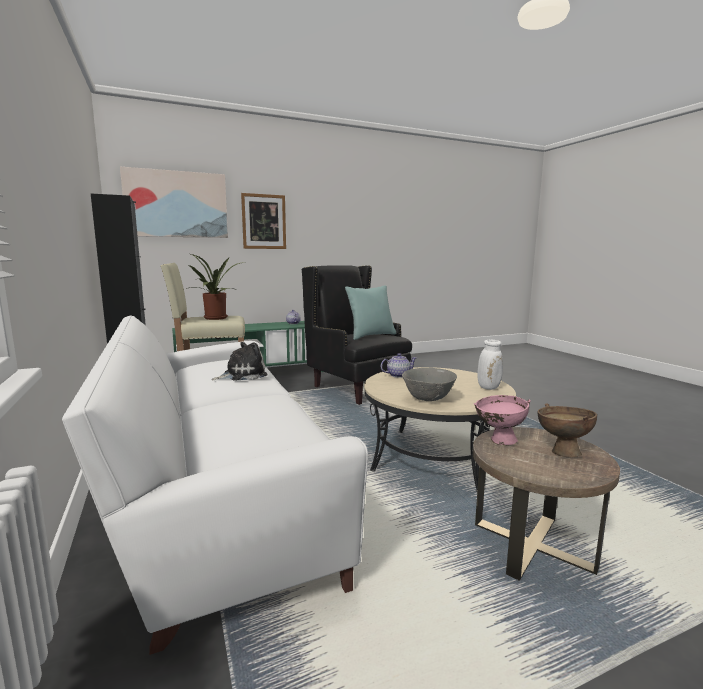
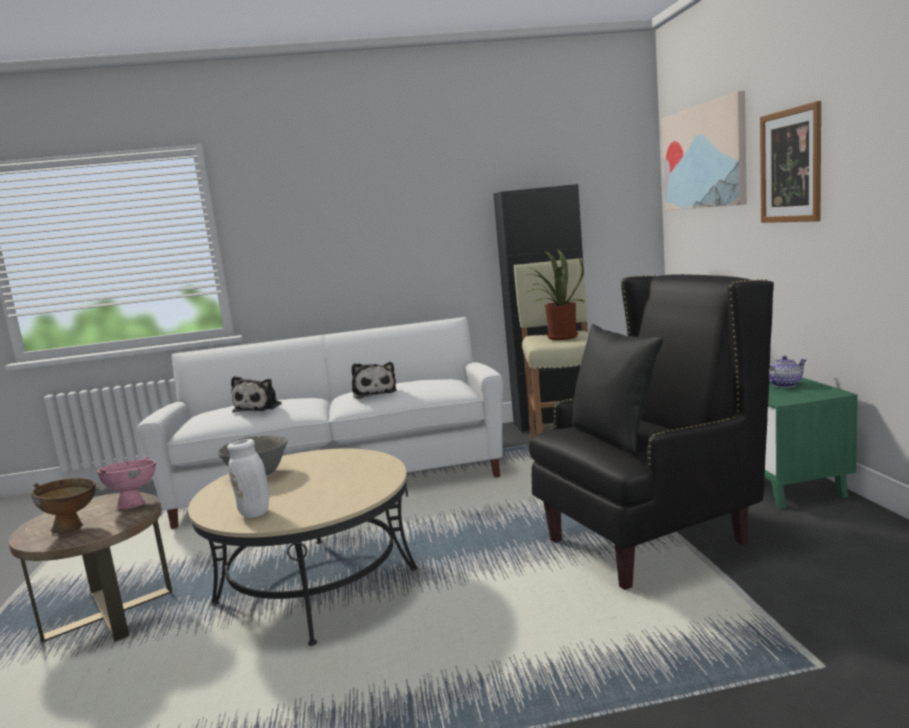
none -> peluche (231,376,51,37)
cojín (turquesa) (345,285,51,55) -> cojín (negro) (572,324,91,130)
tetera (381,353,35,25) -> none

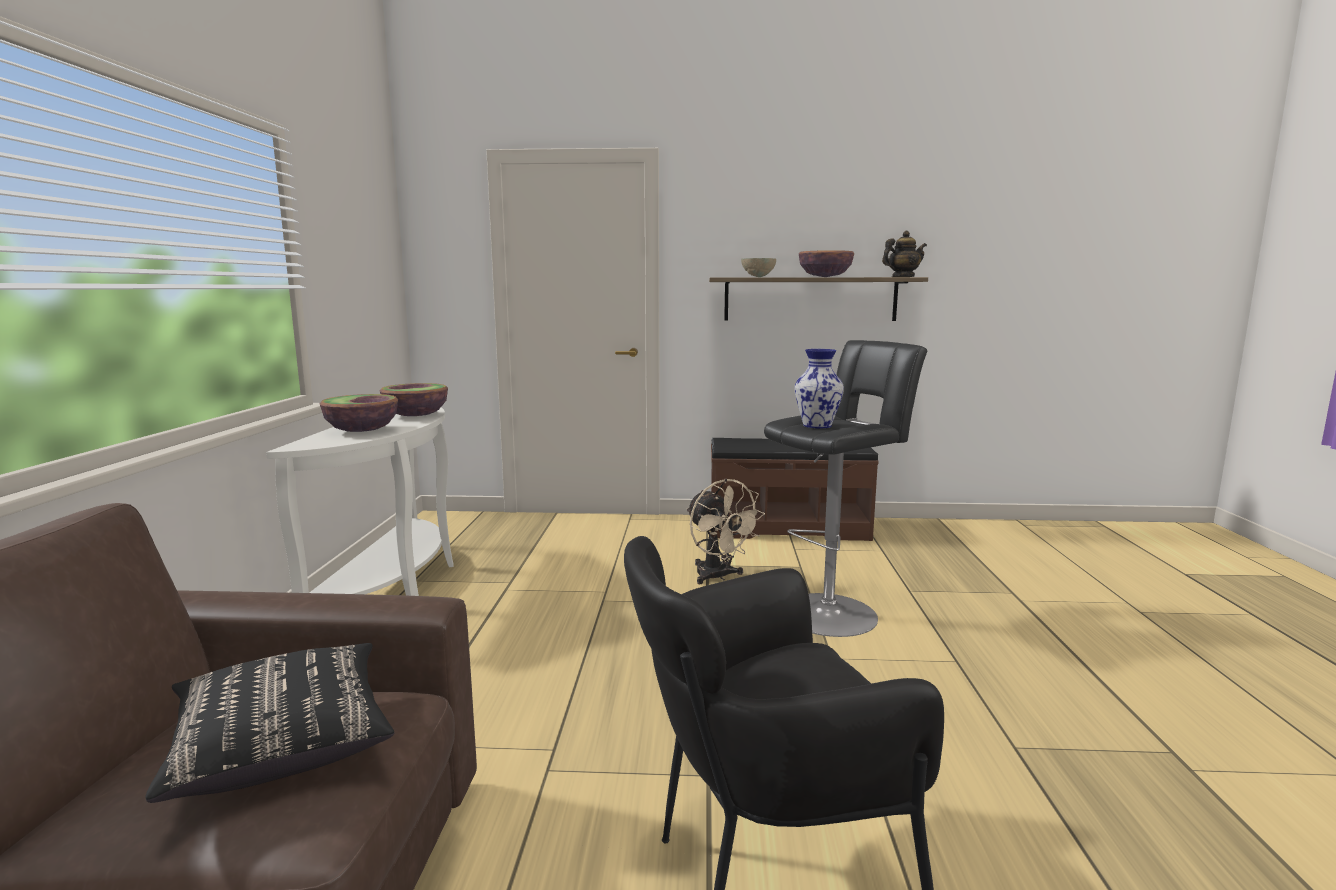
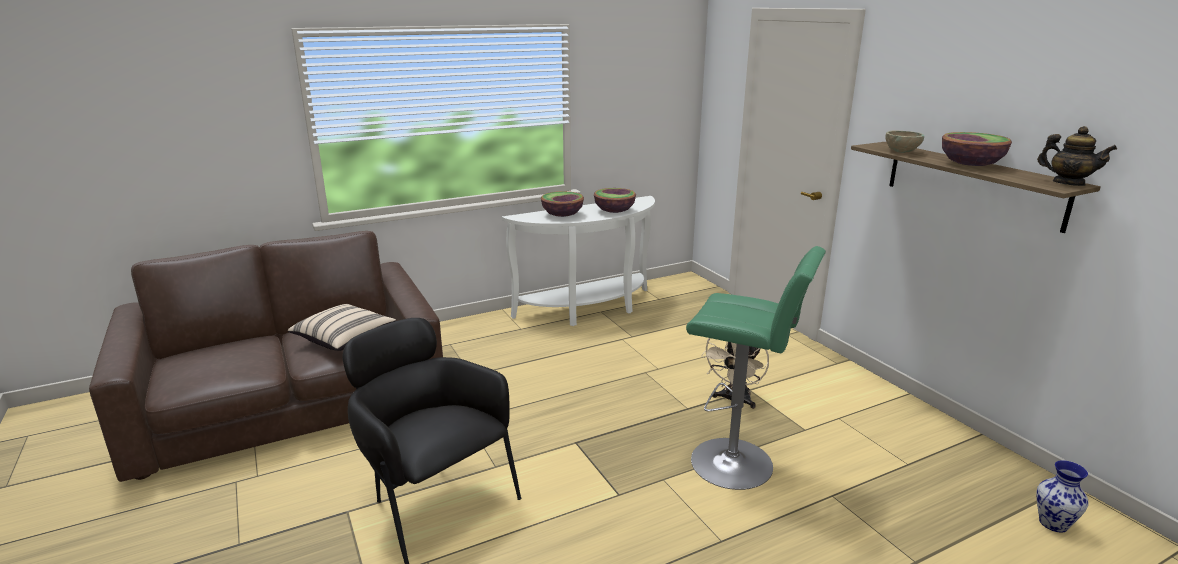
cojín (negro) (145,643,249,160) -> cojín (beis) (288,304,108,47)
taburete (negro) (764,340,164,297) -> taburete (verde) (686,246,140,244)
florero (795,349,49,79) -> florero (1036,460,52,73), relocated
banco (marrón) (711,438,168,103) -> none

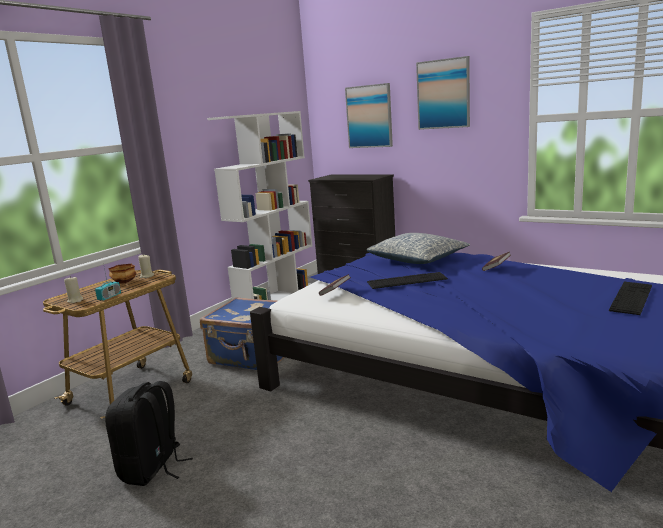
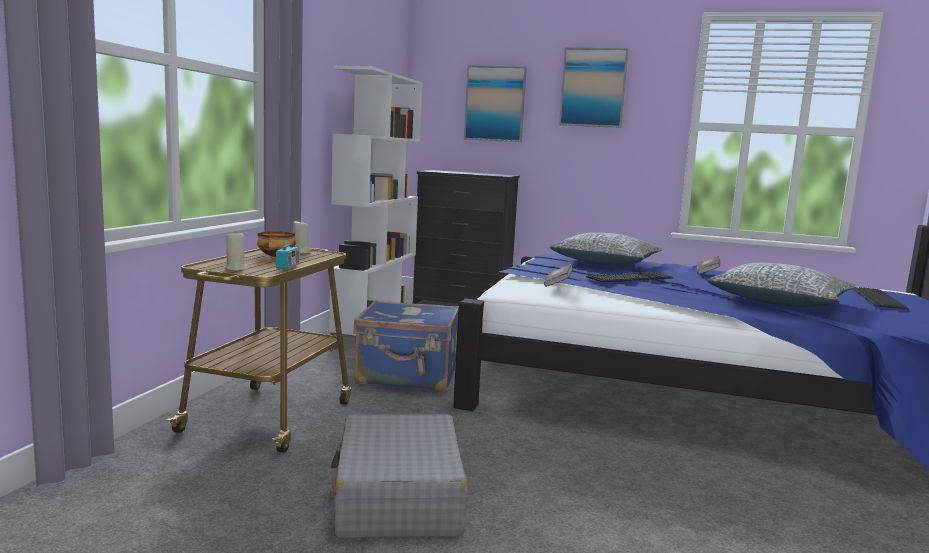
mochila (negro) (105,381,88,105) -> maleta (gris) (330,414,138,124)
none -> cojín (708,263,148,44)

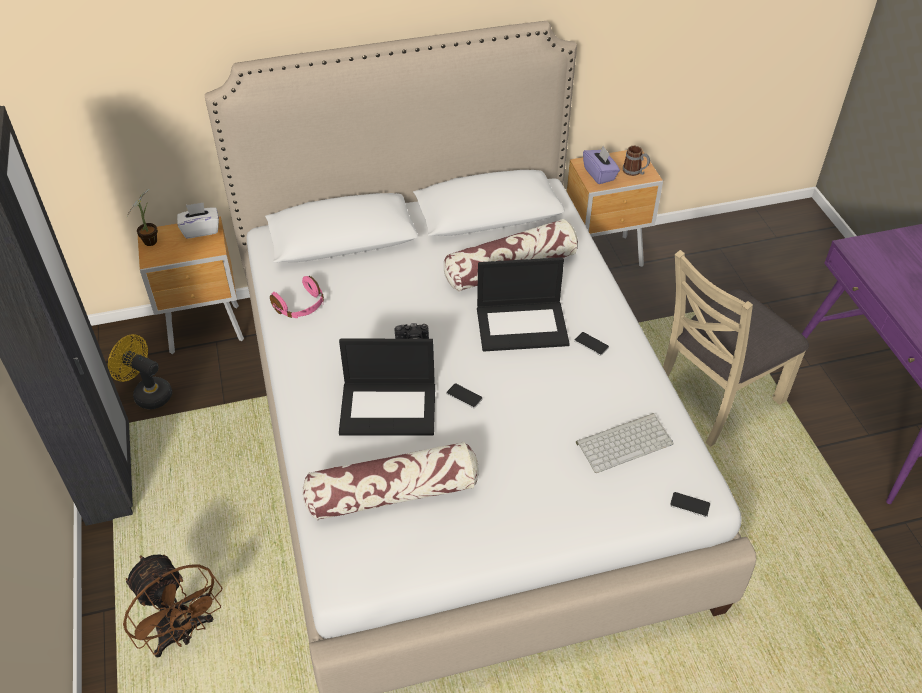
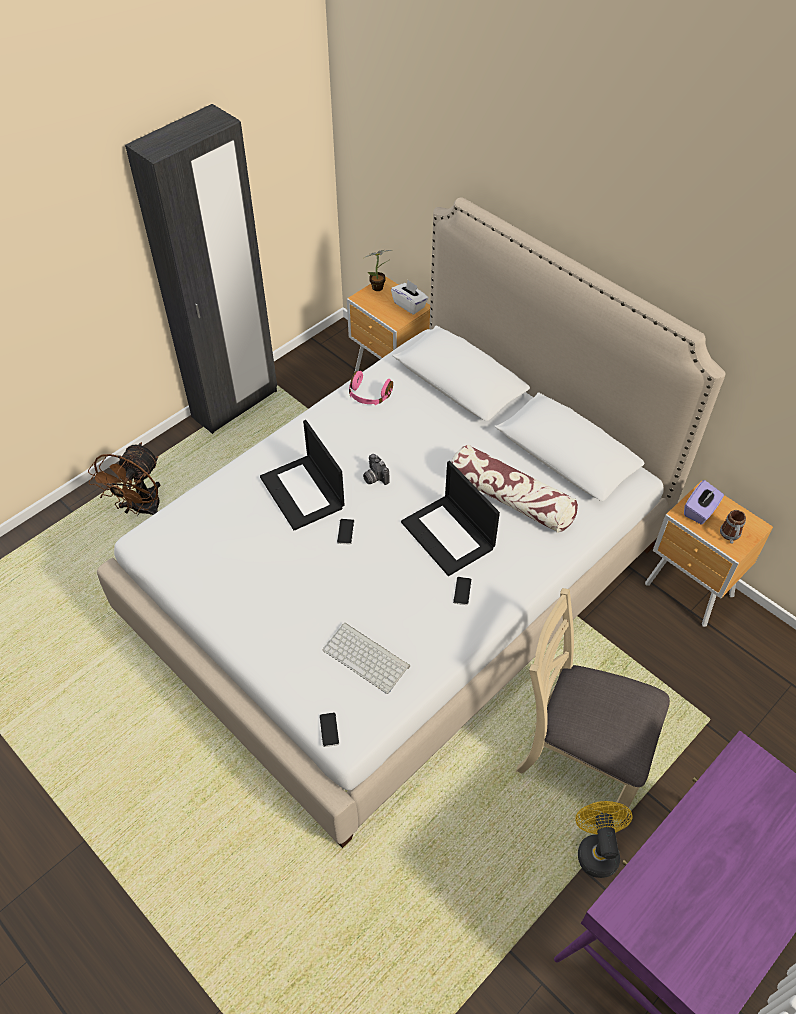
ventilador (amarillo) (108,334,64,76) -> ventilador (amarillo) (575,801,57,77), relocated
cojín (303,442,176,79) -> none

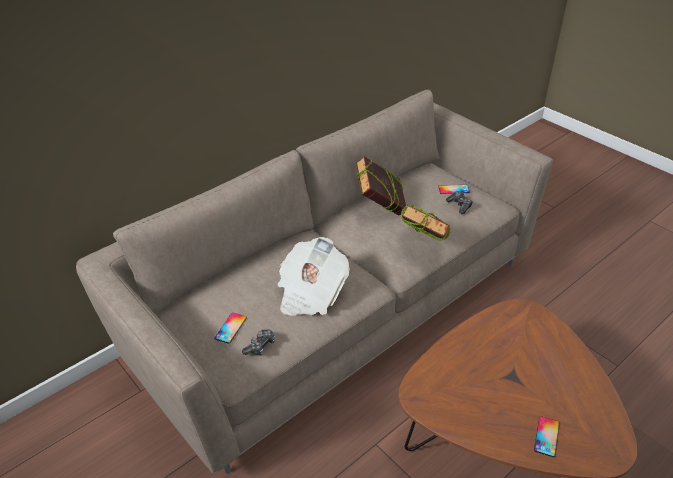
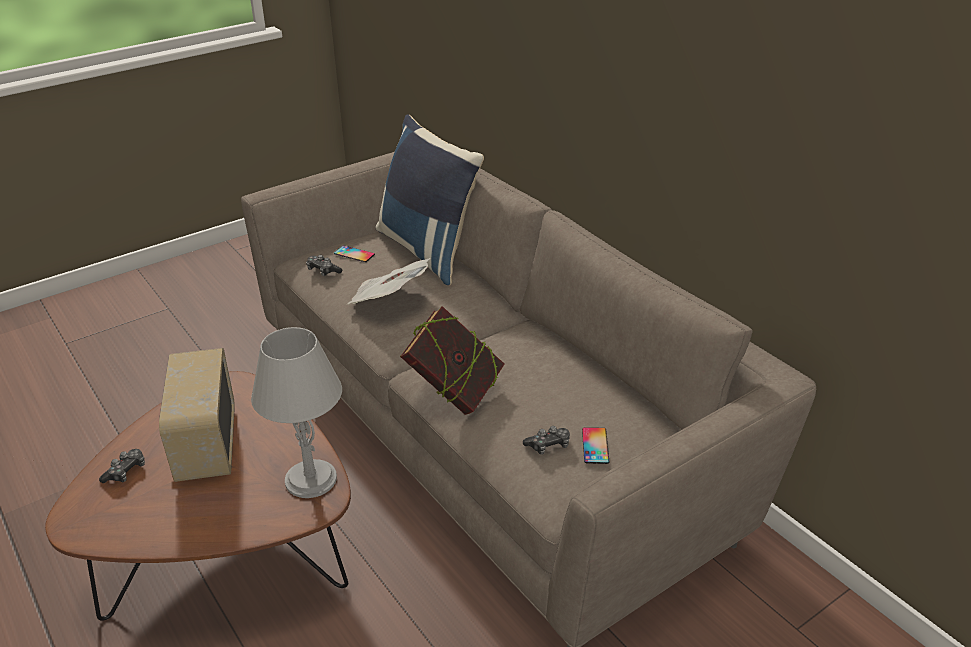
móvil (534,416,26,41) -> mando de consola (99,449,46,34)
none -> radio (159,348,76,134)
none -> lámpara de mesa (gris) (251,327,91,171)
none -> cojín (azul) (376,114,108,171)
libro (356,156,50,60) -> none

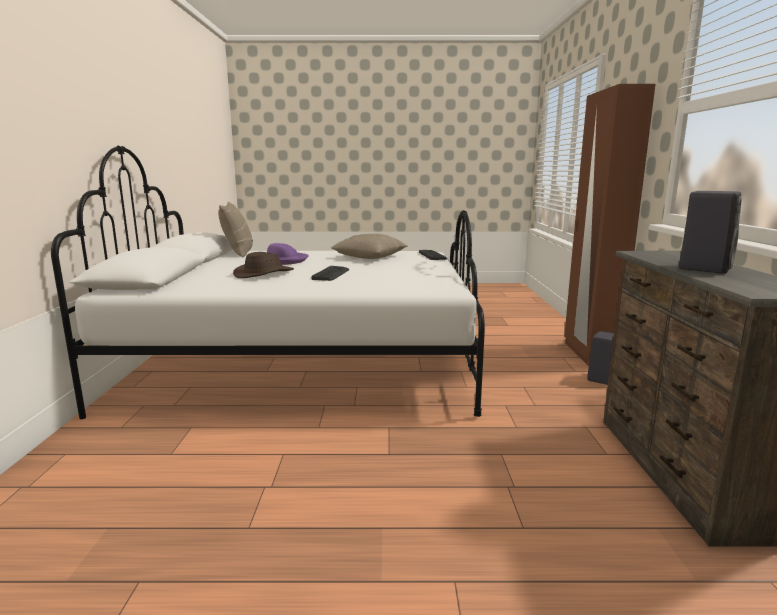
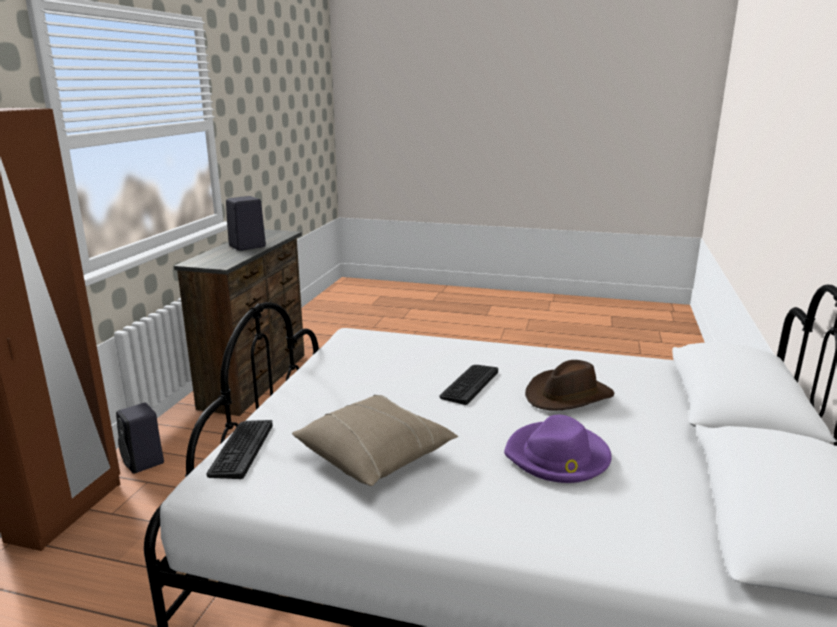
cojín (beis) (218,202,35,56) -> none

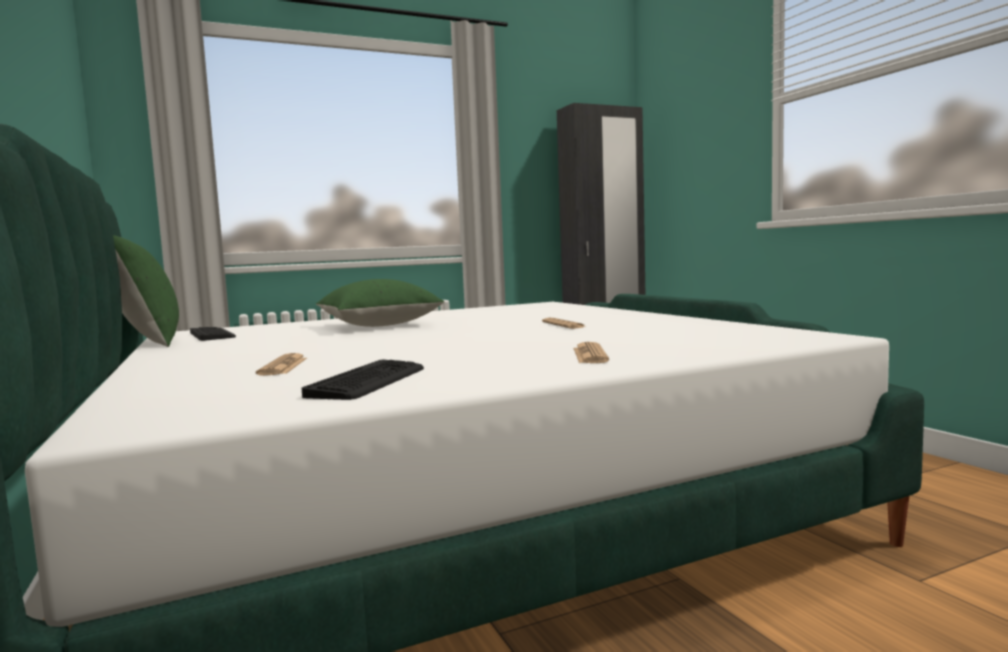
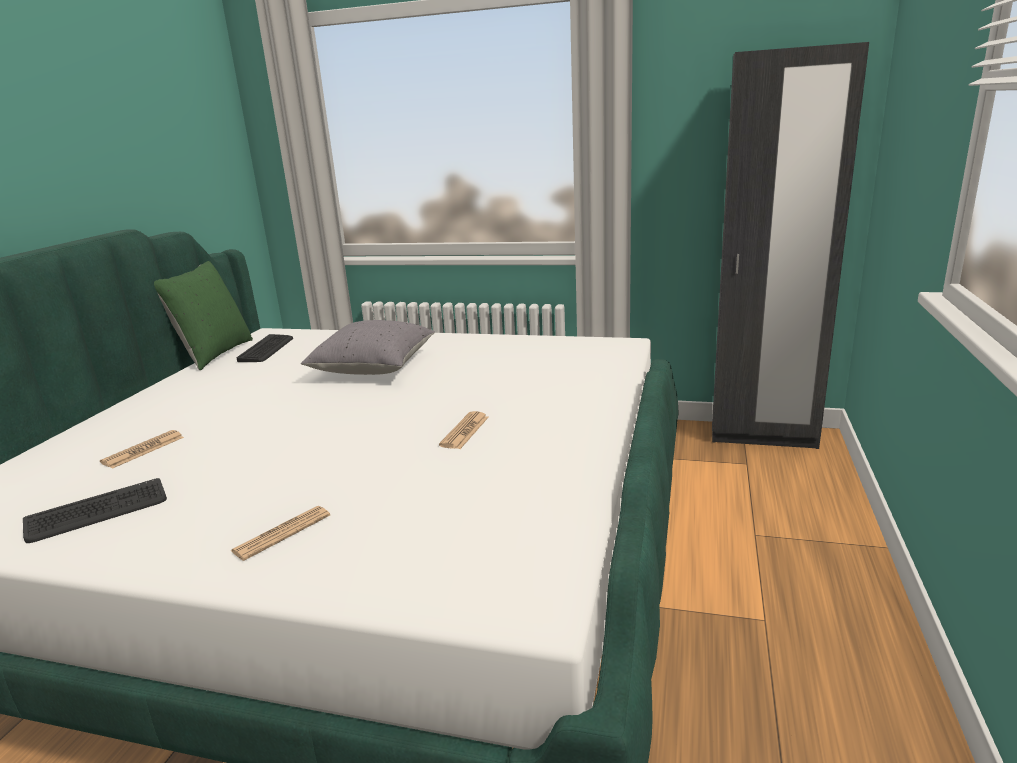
cojín (verde) (316,279,128,48) -> cojín (gris) (301,320,134,55)

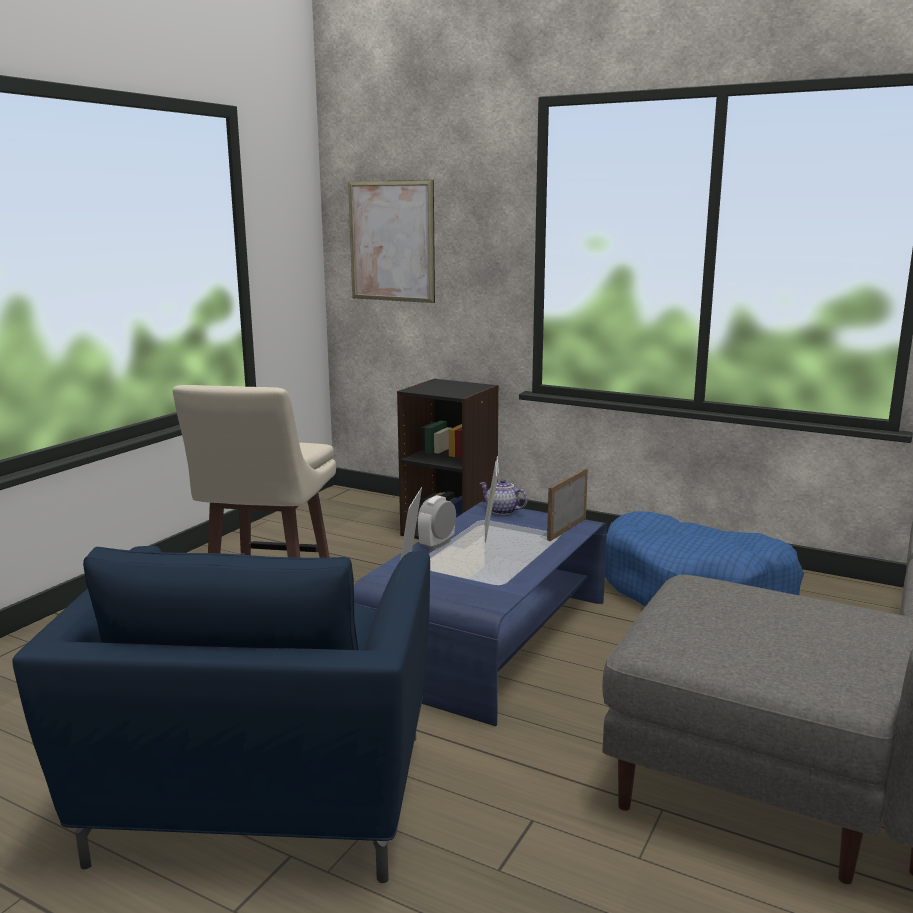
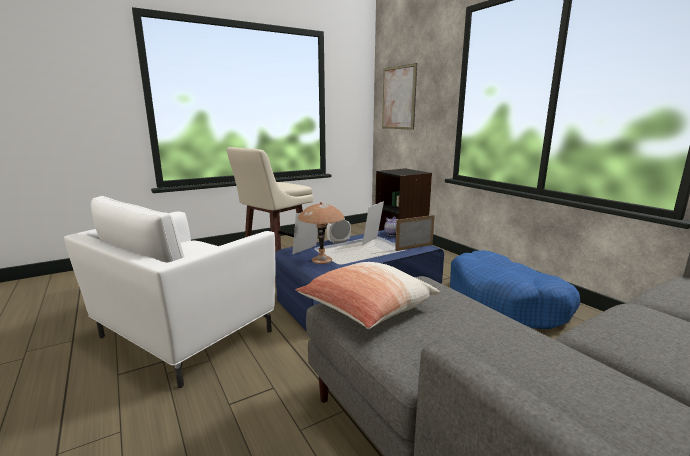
sillón (azul) (12,546,418,337) -> sillón (blanco) (64,196,211,192)
none -> cojín (295,262,145,67)
none -> lámpara de mesa (marrón) (298,202,47,62)

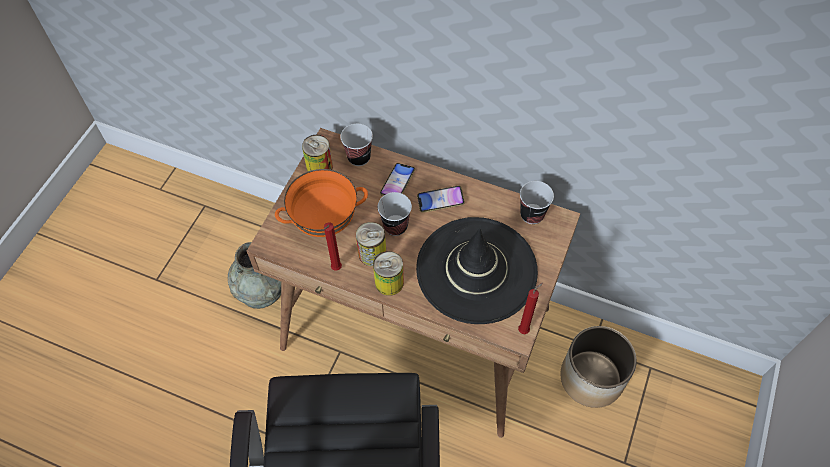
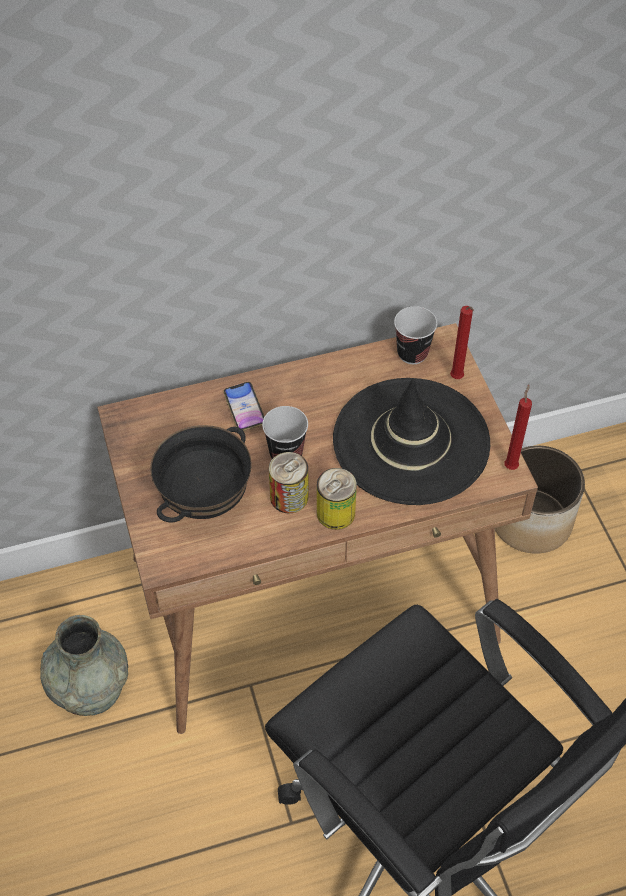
cuenco (naranja) (275,169,93,68) -> cuenco (negro) (150,425,102,98)
vela (rojo) (324,222,18,49) -> vela (rojo) (450,306,24,73), relocated
lata (302,135,31,37) -> none
taza (340,124,33,42) -> none
móvil (417,186,48,27) -> none

